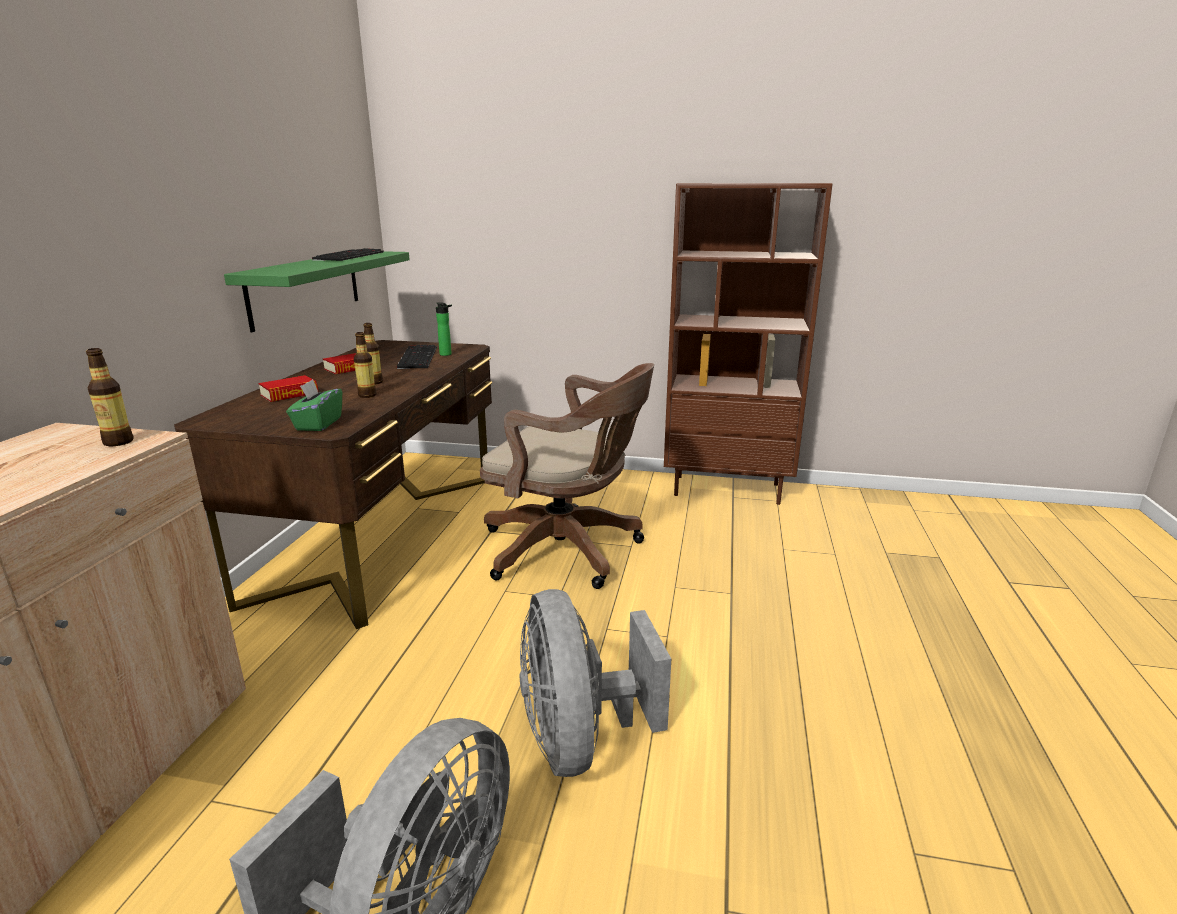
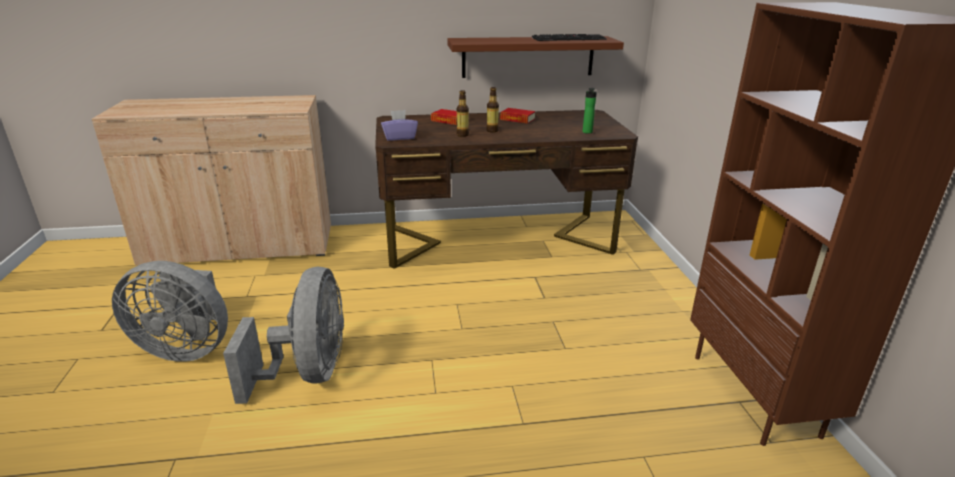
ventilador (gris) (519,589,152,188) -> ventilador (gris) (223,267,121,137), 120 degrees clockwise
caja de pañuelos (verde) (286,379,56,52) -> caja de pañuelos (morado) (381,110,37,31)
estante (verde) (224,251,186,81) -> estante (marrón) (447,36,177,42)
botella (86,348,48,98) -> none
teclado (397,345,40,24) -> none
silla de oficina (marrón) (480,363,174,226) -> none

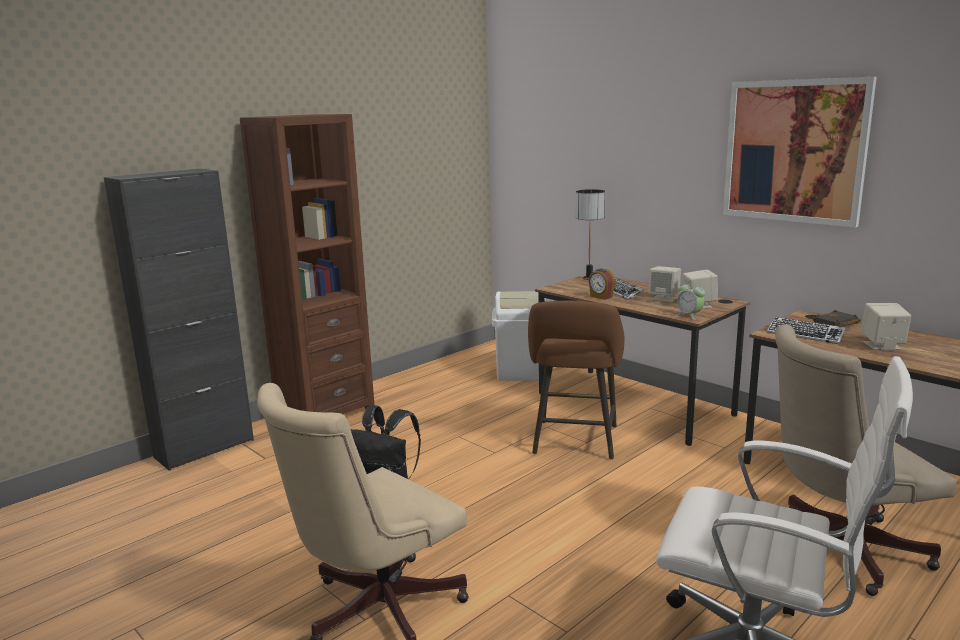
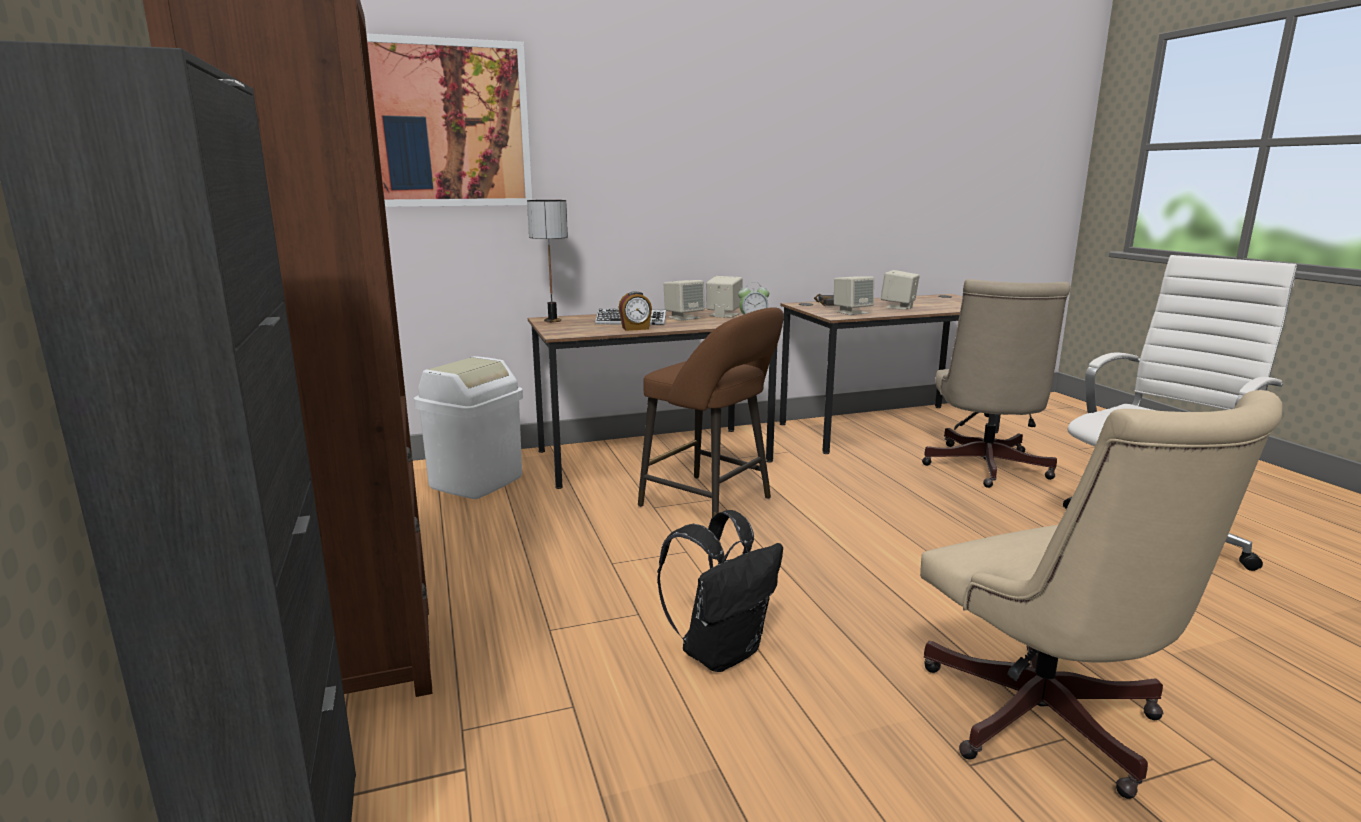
cuadro (723,77,154,151) -> cuadro (367,34,165,173), relocated
teclado (767,317,79,27) -> altavoz (beis) (834,276,40,39)

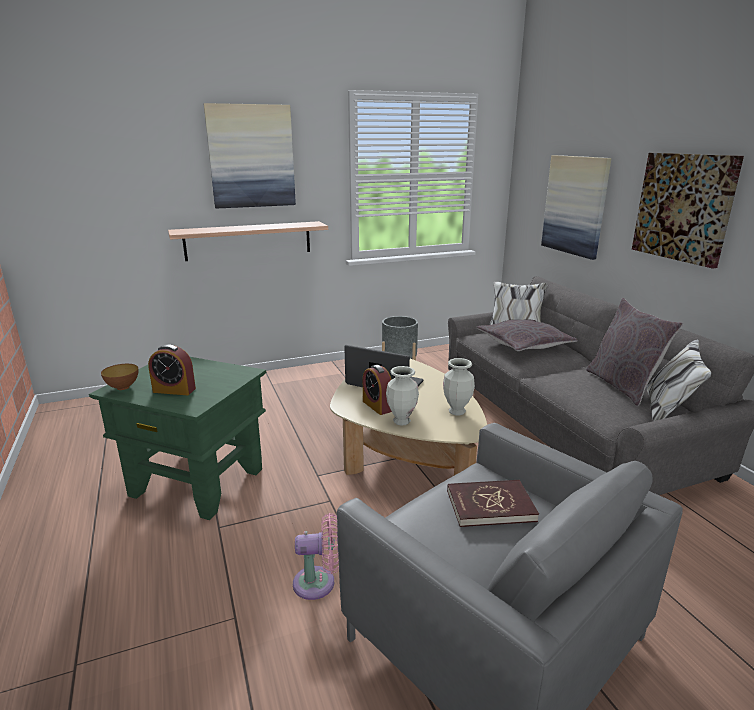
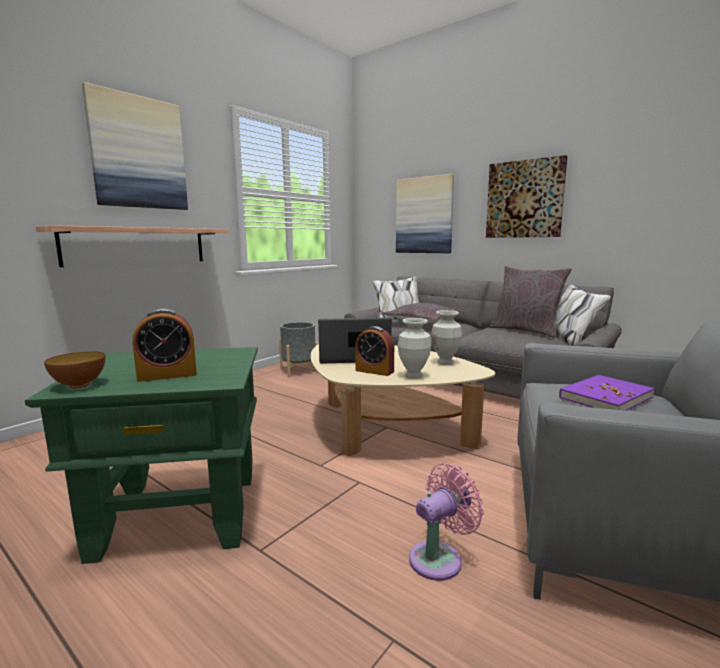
libro (rojo) (447,480,92,47) -> libro (morado) (559,375,96,36)

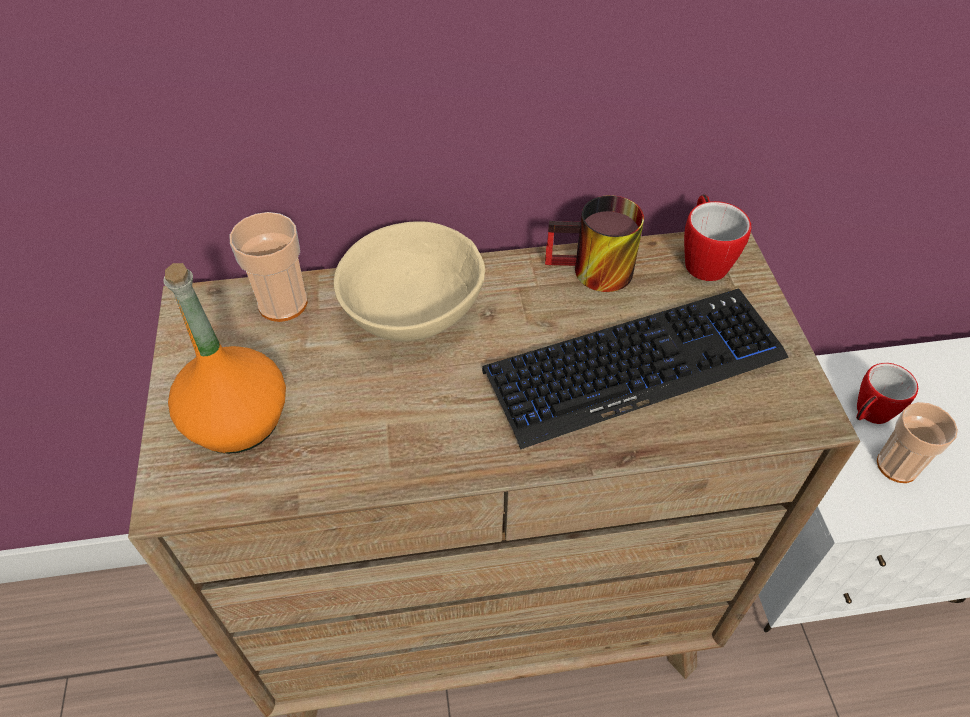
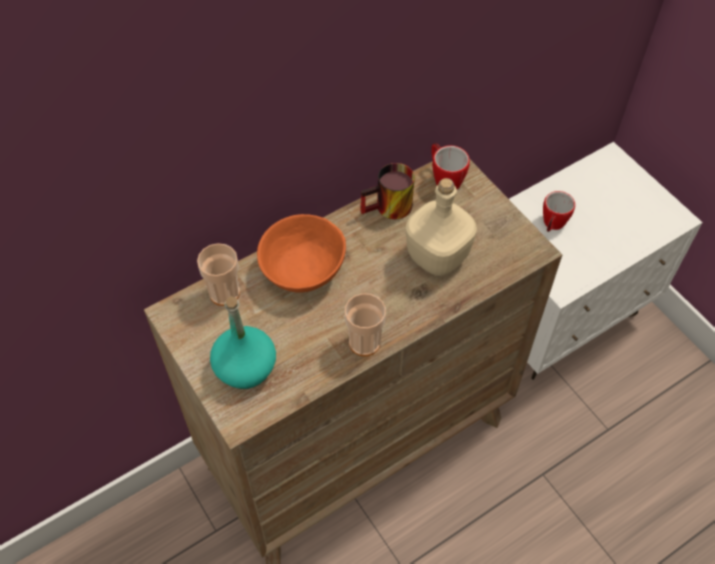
botella (naranja) (163,263,123,191) -> botella (turquesa) (210,296,66,93)
cuenco (beis) (334,222,151,119) -> cuenco (naranja) (257,214,89,79)
taza (877,402,81,81) -> taza (345,293,41,63), relocated
teclado (482,288,307,162) -> botella (beis) (406,178,71,98)

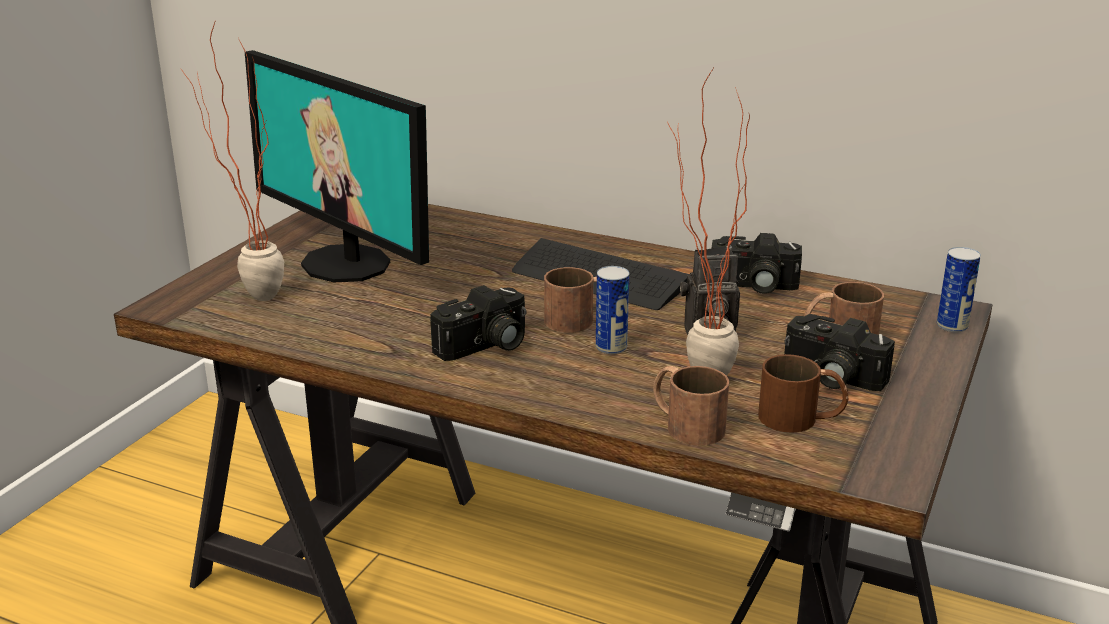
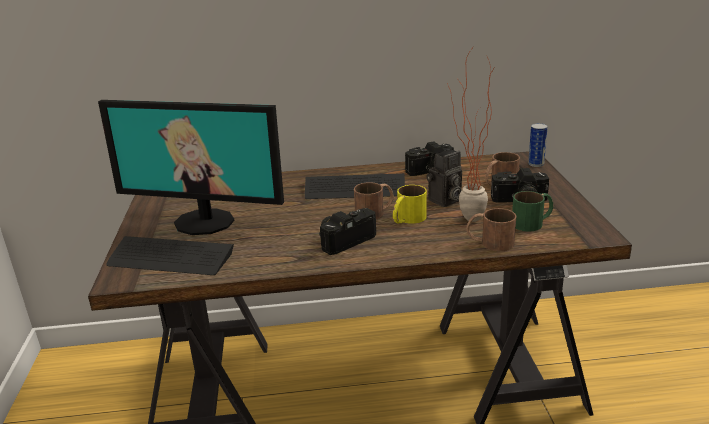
planta en maceta (181,22,103,279) -> teclado (106,236,128,39)
cámara (430,285,96,76) -> cámara (319,208,57,47), 150 degrees counterclockwise
lata (596,266,33,88) -> taza grande (amarillo) (393,185,34,39)
taza grande (marrón) (758,354,90,79) -> taza grande (verde) (512,191,41,41)

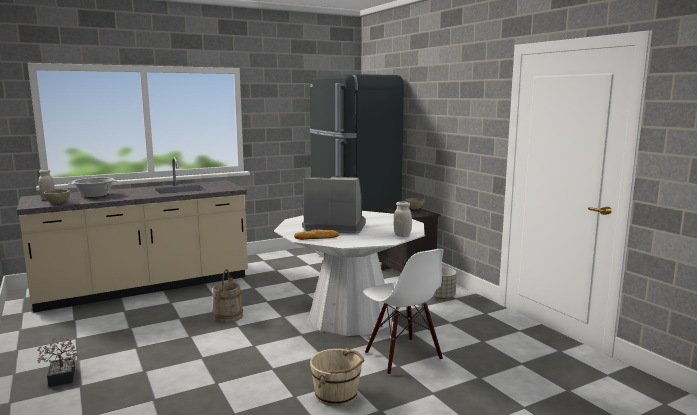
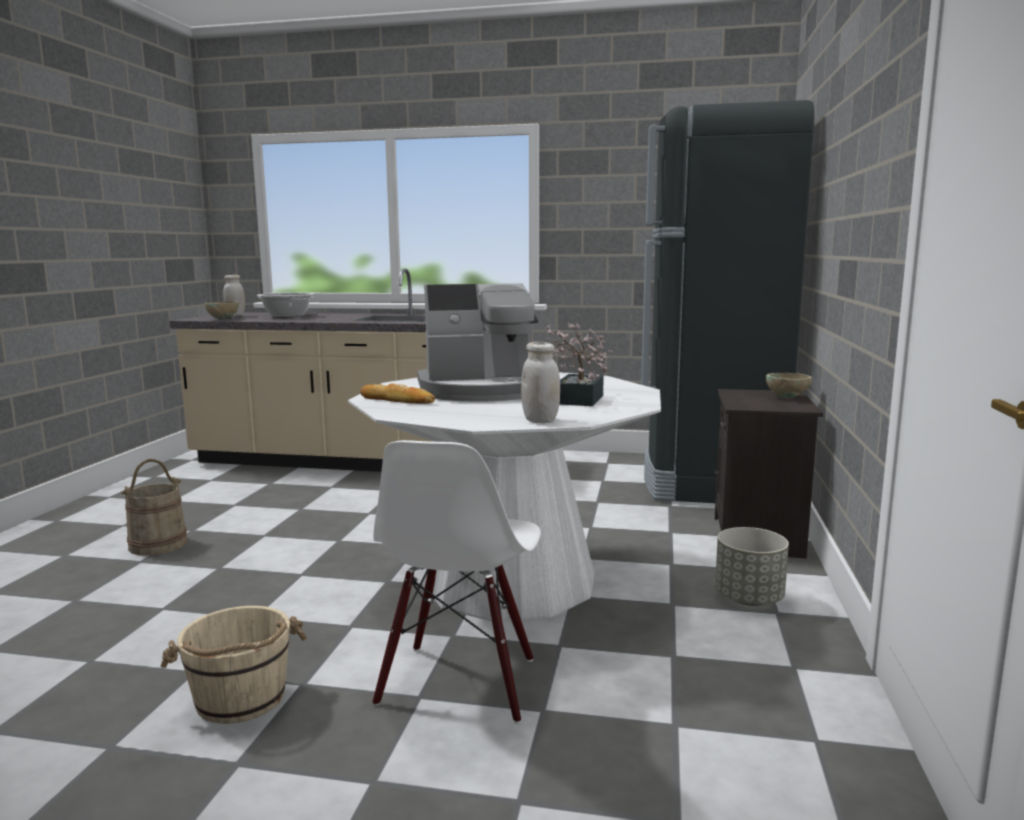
cubo (beis) (212,269,31,54) -> cubo (beis) (121,459,66,96), relocated
cafetera (302,176,64,58) -> cafetera (417,283,121,119), 120 degrees clockwise
planta en maceta (37,336,44,51) -> planta en maceta (546,323,66,83), relocated

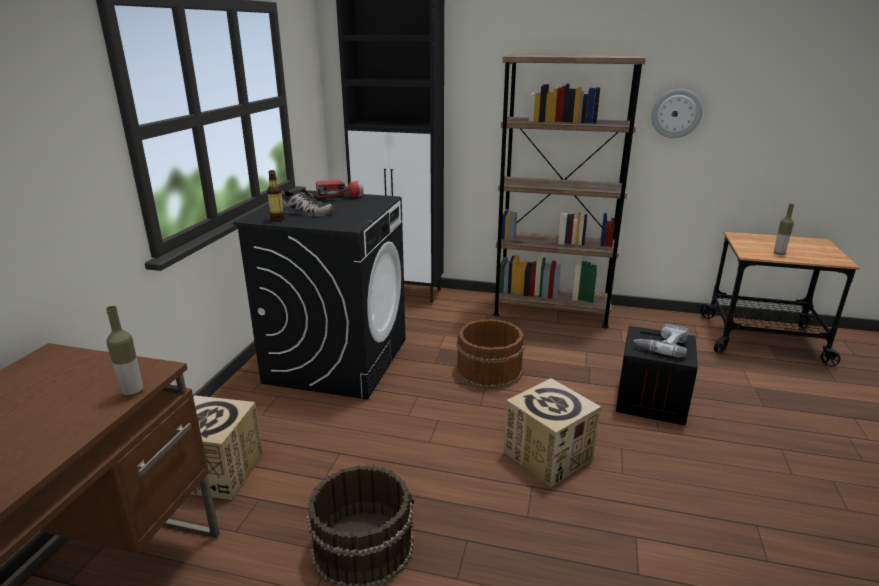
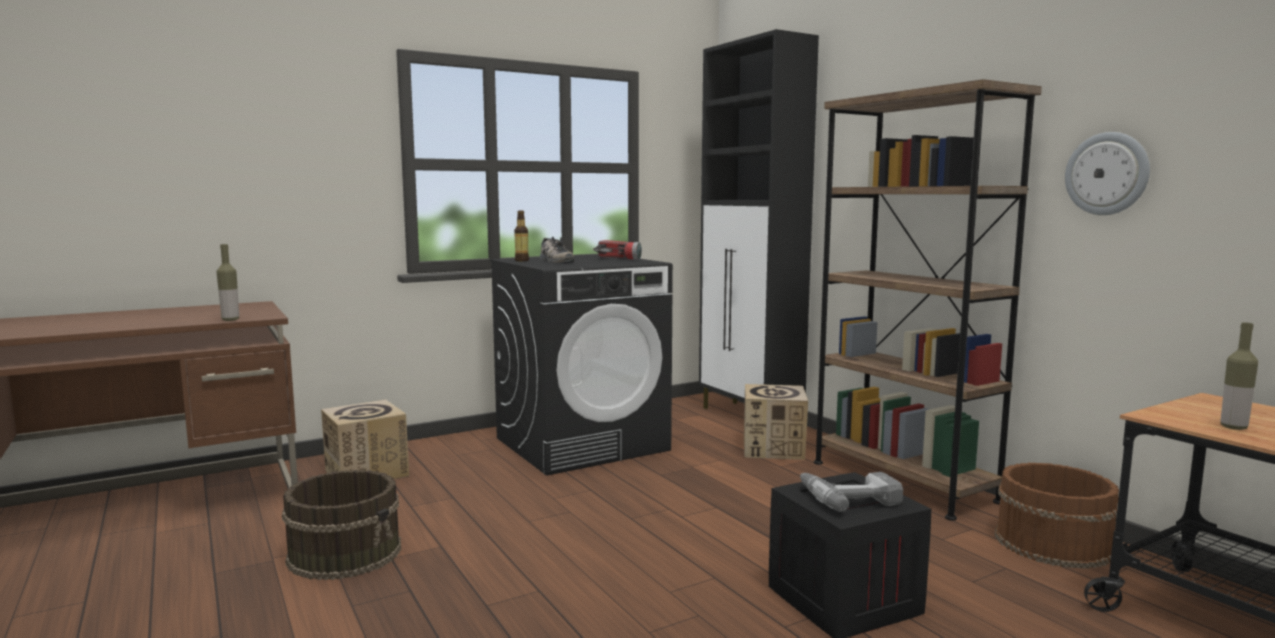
caja de cartón (504,378,97,110) -> caja de cartón (744,384,64,76), relocated
cubo (marrón) (456,319,68,71) -> cubo (marrón) (995,463,124,106), relocated

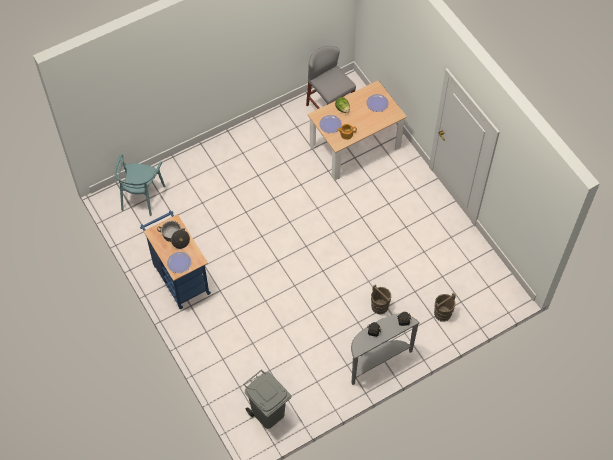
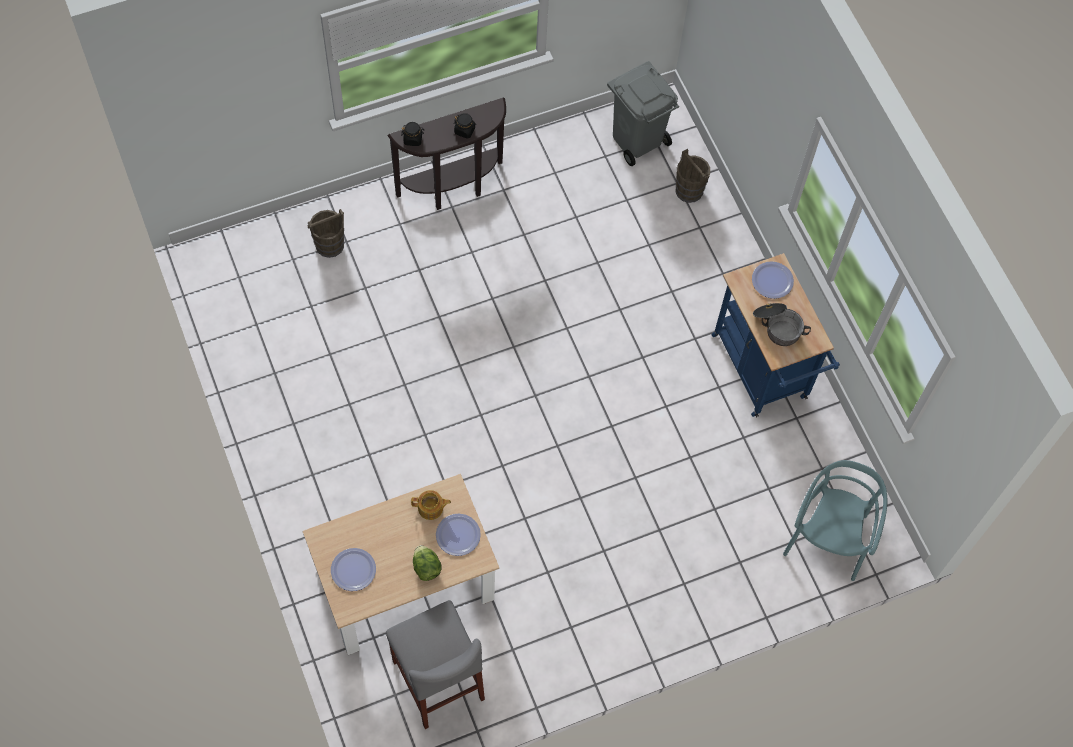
mesa consola (gris) (351,313,69,72) -> mesa consola (marrón) (388,98,118,112)
cubo (marrón) (371,284,20,31) -> cubo (marrón) (675,149,35,54), relocated

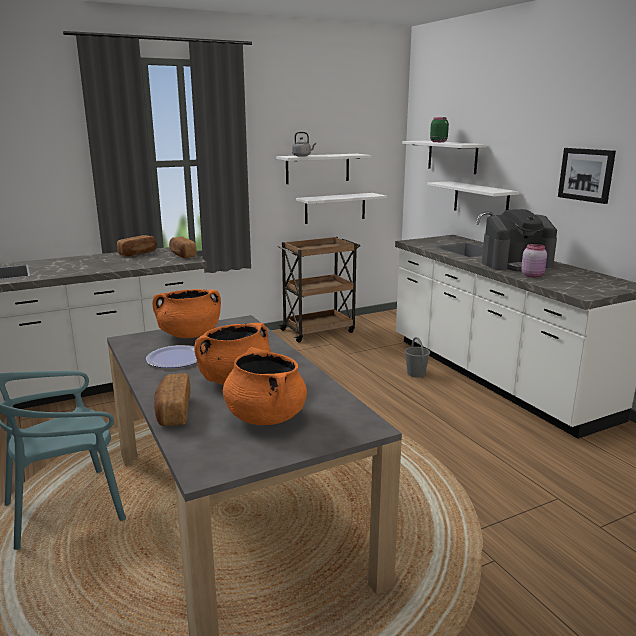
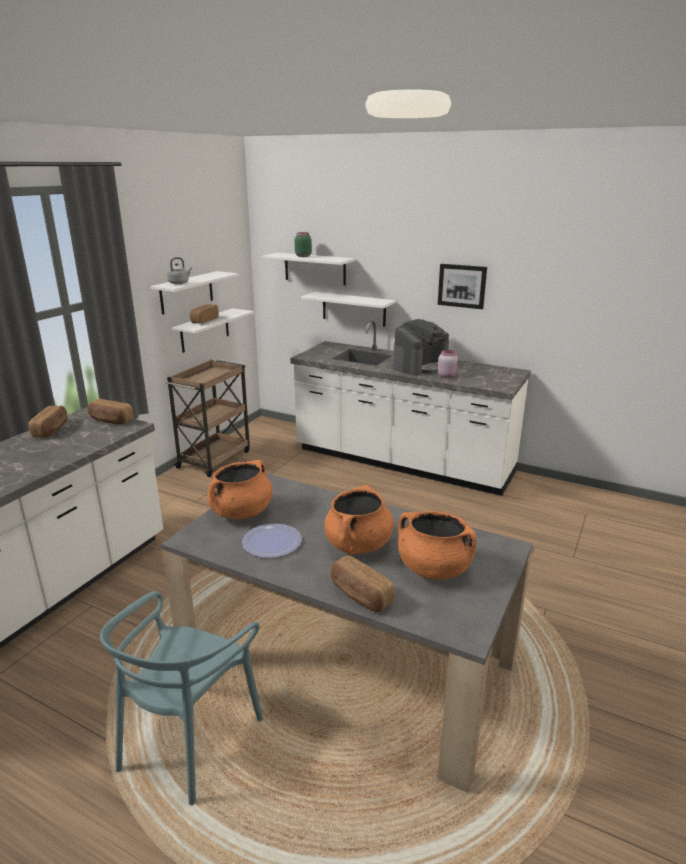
none -> pan (190,304,29,20)
cubo (gris) (405,337,25,40) -> none

